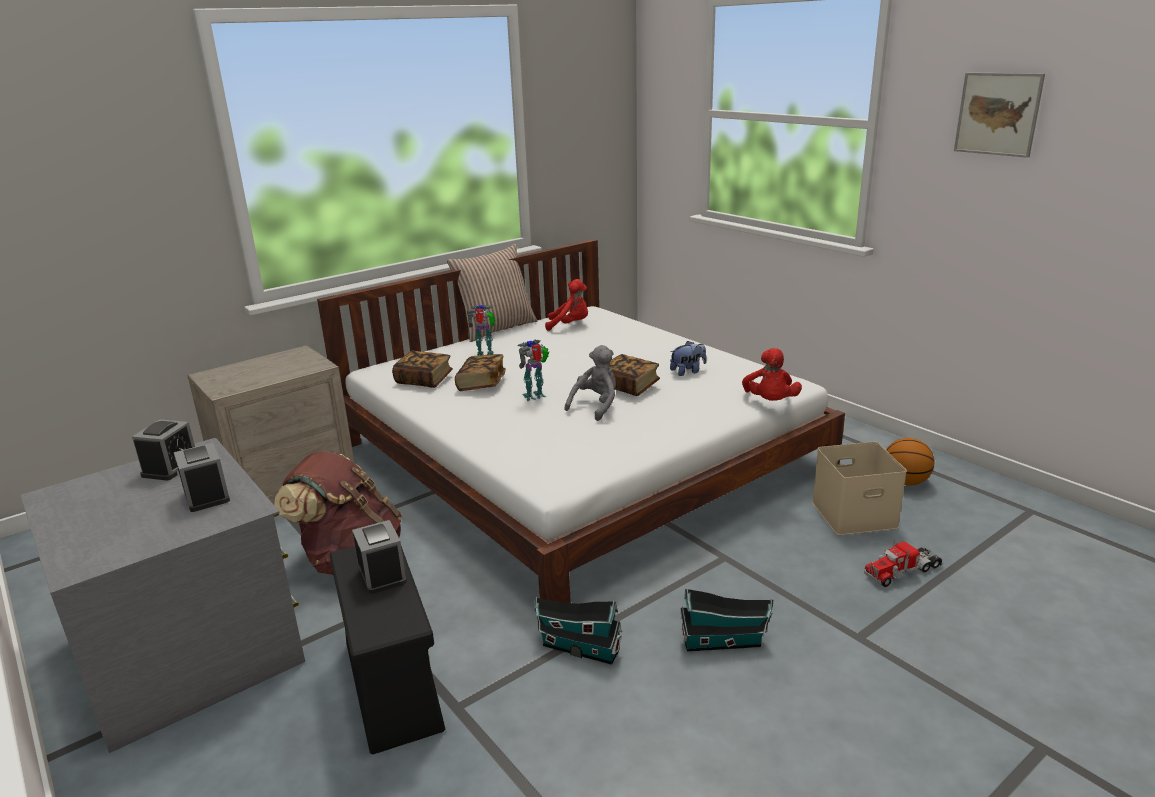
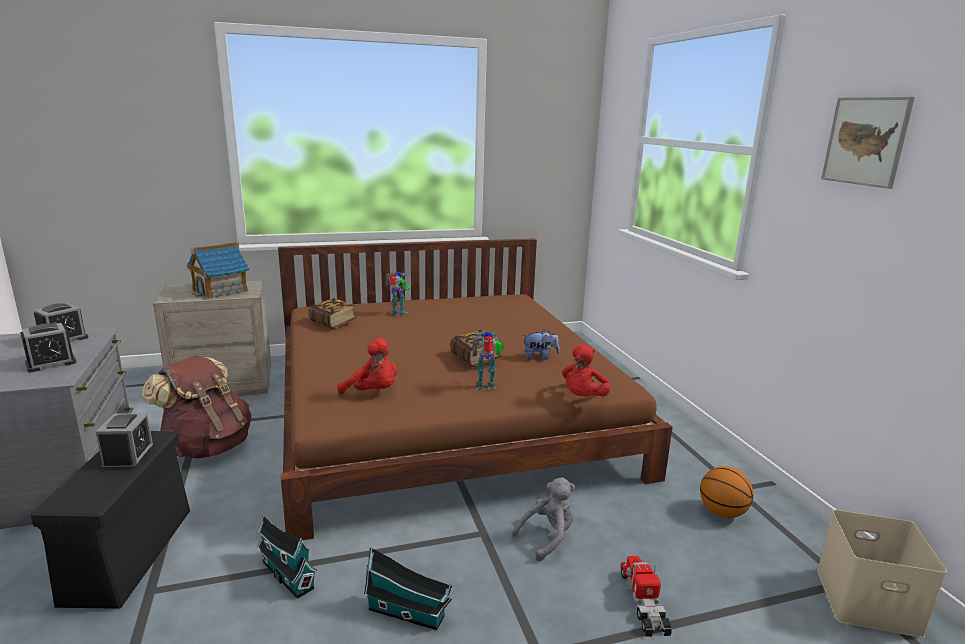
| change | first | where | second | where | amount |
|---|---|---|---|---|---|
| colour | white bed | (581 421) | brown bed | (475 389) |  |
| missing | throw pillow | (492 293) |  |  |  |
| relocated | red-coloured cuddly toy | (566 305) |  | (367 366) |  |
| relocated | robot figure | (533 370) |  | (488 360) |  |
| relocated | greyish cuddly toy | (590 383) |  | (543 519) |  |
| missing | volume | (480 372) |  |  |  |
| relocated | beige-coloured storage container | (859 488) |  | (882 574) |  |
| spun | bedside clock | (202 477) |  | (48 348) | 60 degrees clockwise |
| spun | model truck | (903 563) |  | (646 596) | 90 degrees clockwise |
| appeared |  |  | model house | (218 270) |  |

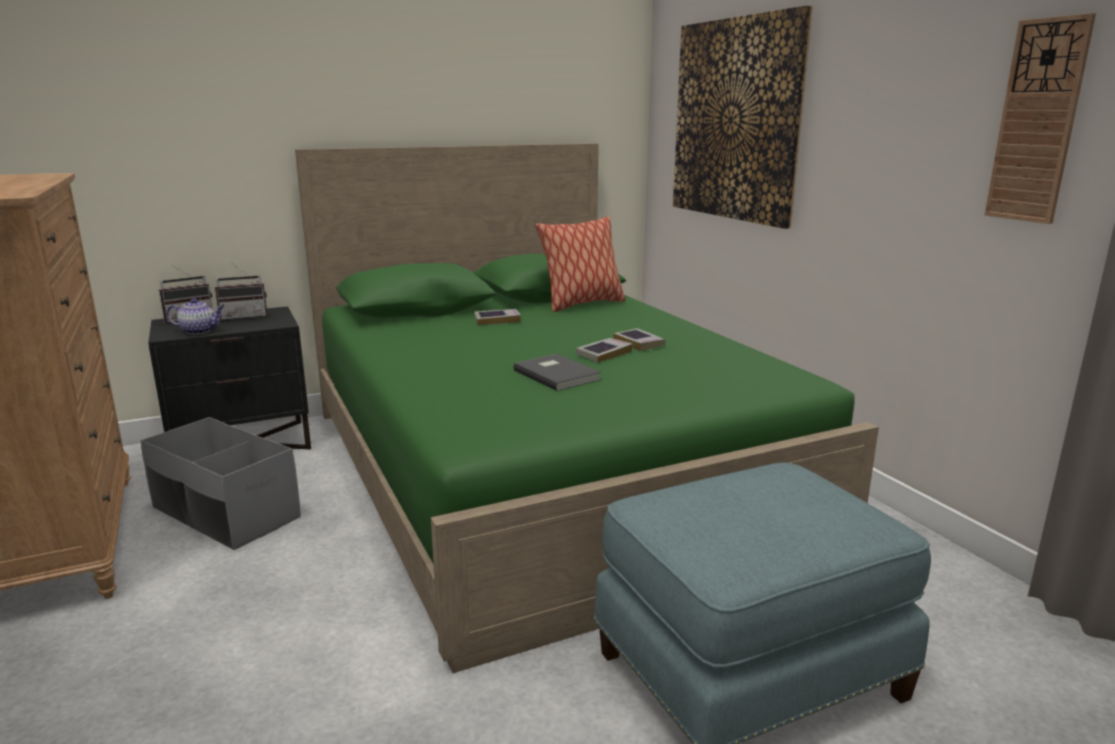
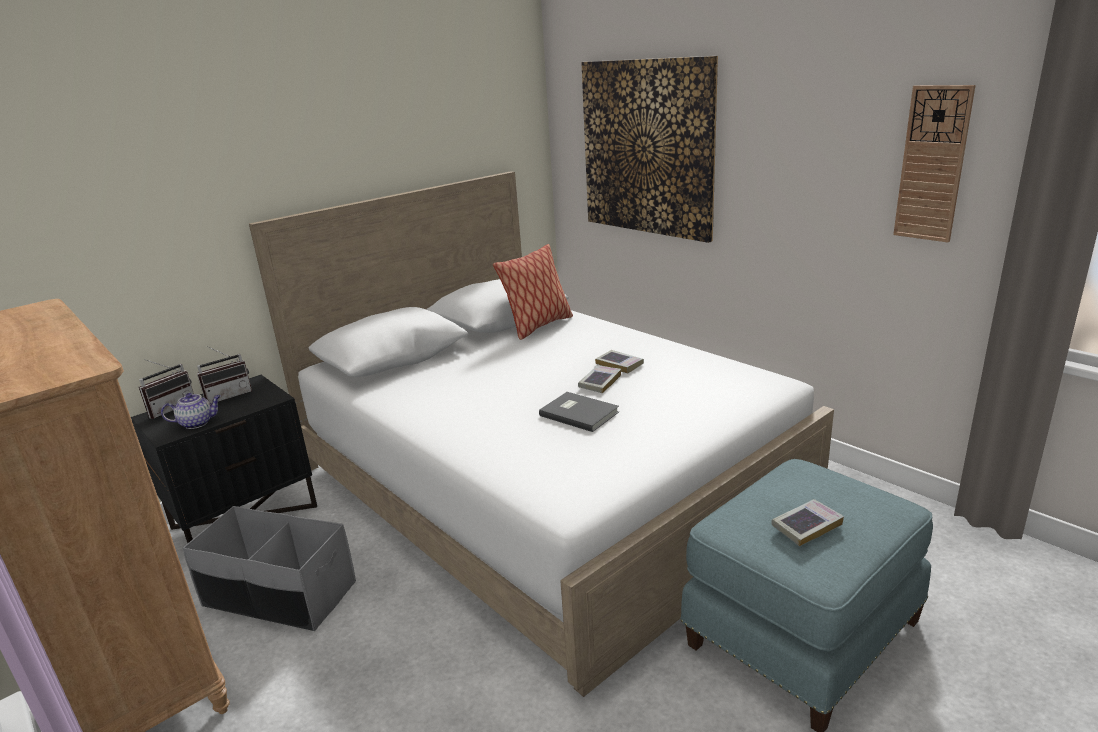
| change | first | where | second | where | amount |
|---|---|---|---|---|---|
| colour | green bed | (587 408) | white bed | (541 434) |  |
| relocated | volume | (497 317) |  | (807 522) |  |

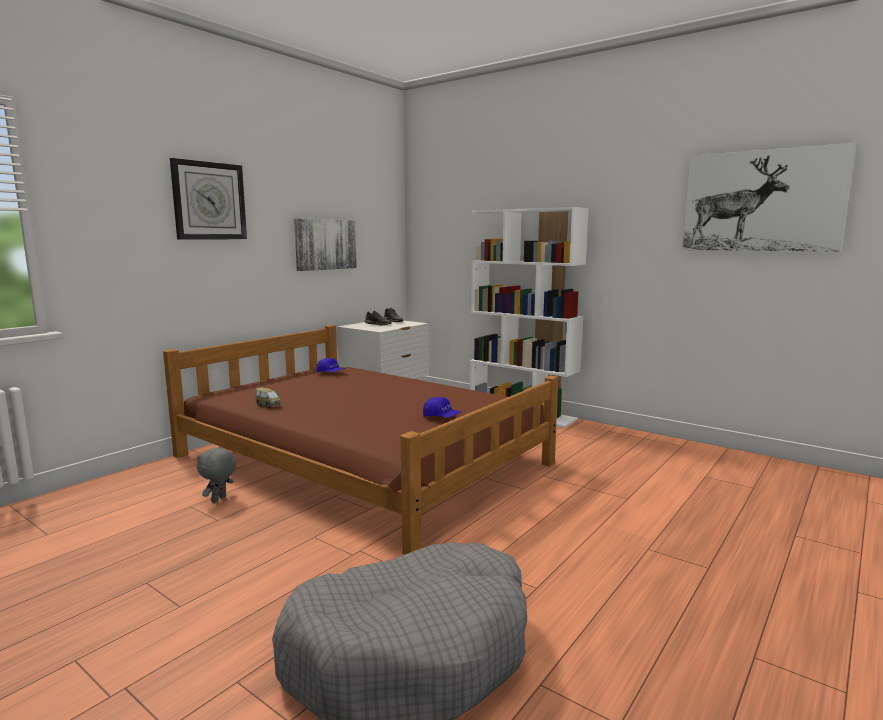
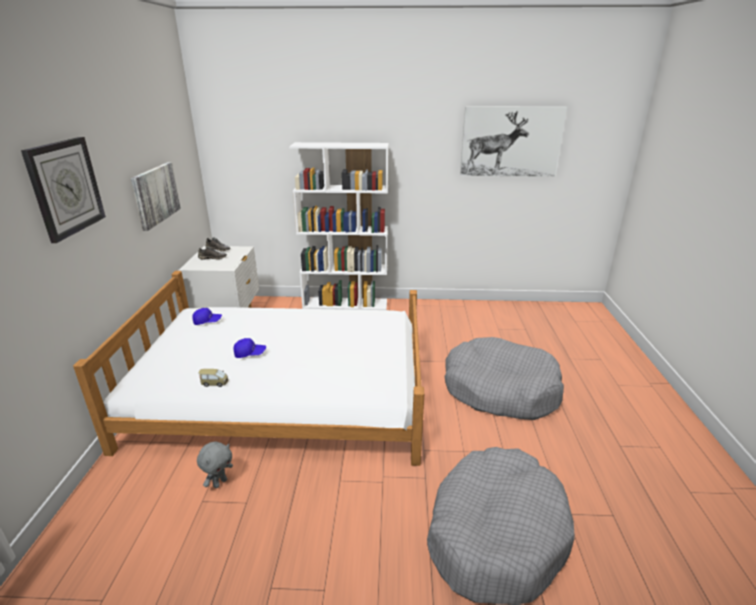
| change | first | where | second | where | amount |
|---|---|---|---|---|---|
| colour | brown bed | (360 440) | white bed | (248 368) |  |
| relocated | blue cap | (442 407) |  | (250 348) |  |
| spun | greyish cuddly toy | (216 474) |  | (215 465) | 135 degrees counterclockwise |
| appeared |  |  | greyish pet bed | (504 378) |  |

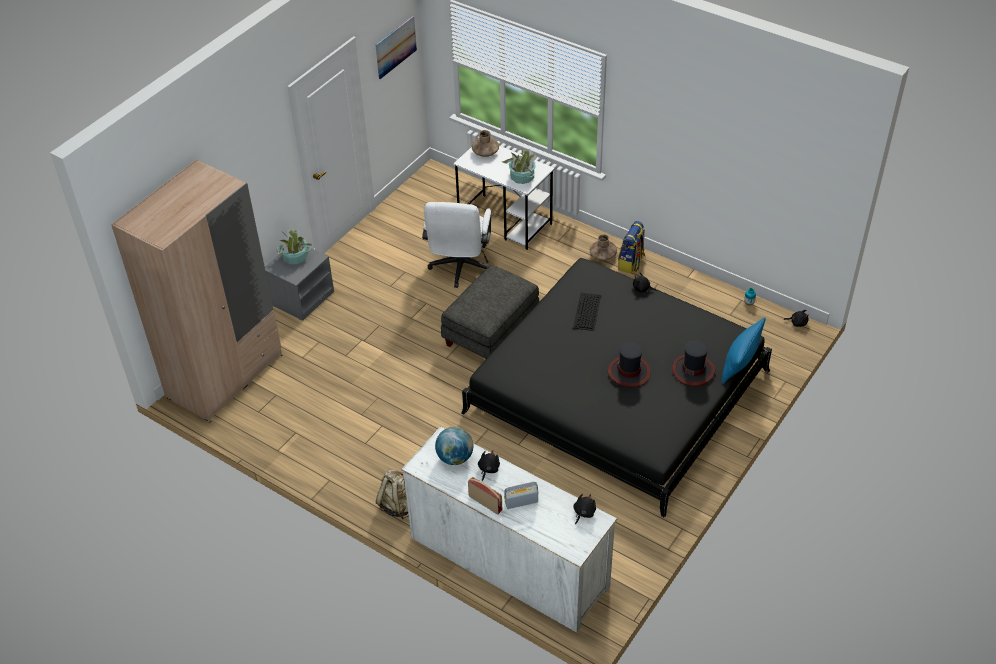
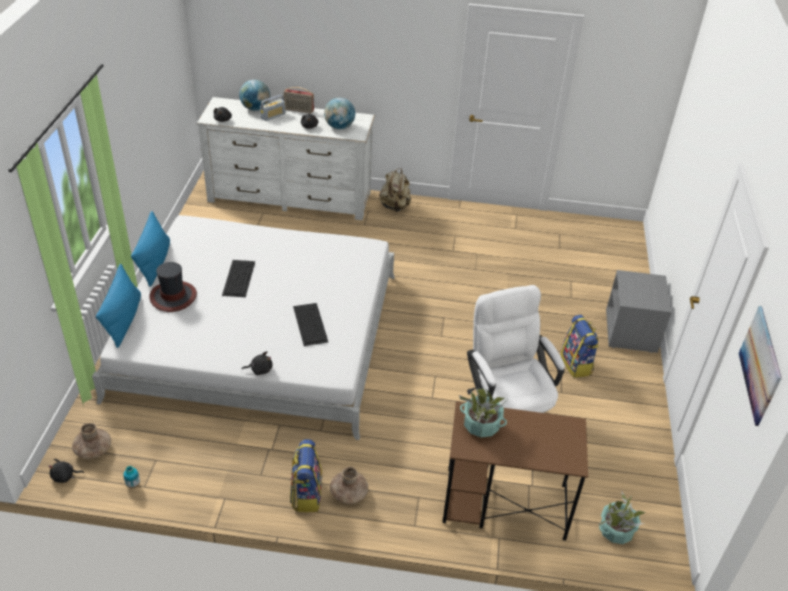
| change | first | where | second | where | amount |
|---|---|---|---|---|---|
| relocated | brown decorative vase | (485 143) |  | (91 441) |  |
| colour | white desk | (504 198) | brown desk | (515 470) |  |
| missing | beige-coloured clothes cupboard | (196 290) |  |  |  |
| relocated | houseplant | (294 247) |  | (622 517) |  |
| colour | black bed | (616 388) | white bed | (243 327) |  |
| missing | greyish ottoman | (490 312) |  |  |  |
| exchanged | wearable hat | (629 364) | PC keyboard | (238 278) |  |
| appeared |  |  | globe | (254 95) |  |
| appeared |  |  | blue throw pillow | (150 249) |  |
| appeared |  |  | backpack | (580 346) |  |

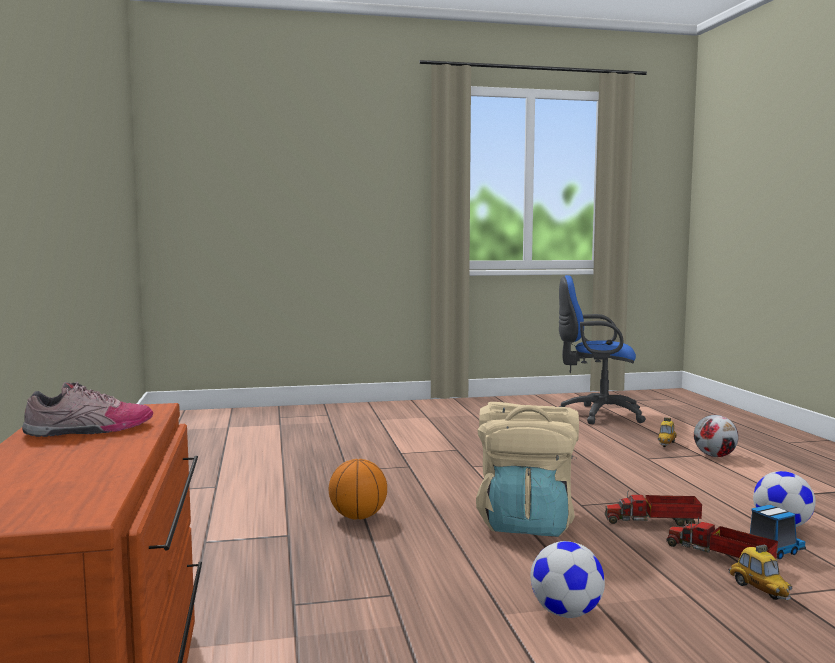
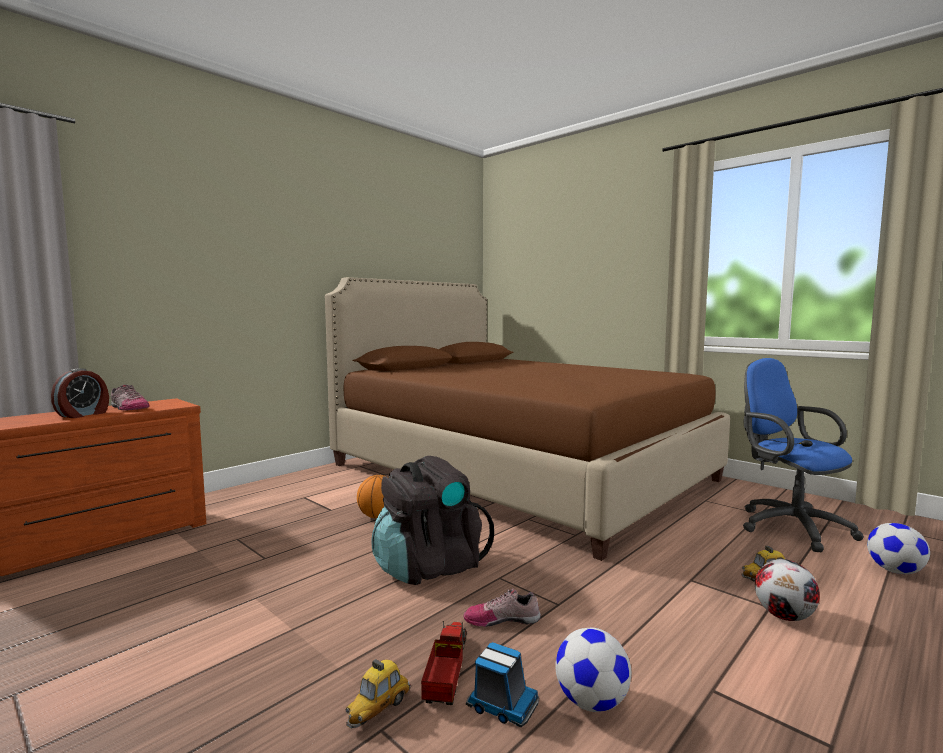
| change | first | where | second | where | amount |
|---|---|---|---|---|---|
| colour | beige-coloured backpack | (527 469) | black backpack | (432 520) |  |
| exchanged | model truck | (653 508) | item of footwear | (502 607) |  |
| relocated | football | (567 579) |  | (898 548) |  |
| appeared |  |  | brown bed | (527 419) |  |
| appeared |  |  | bedside clock | (80 393) |  |

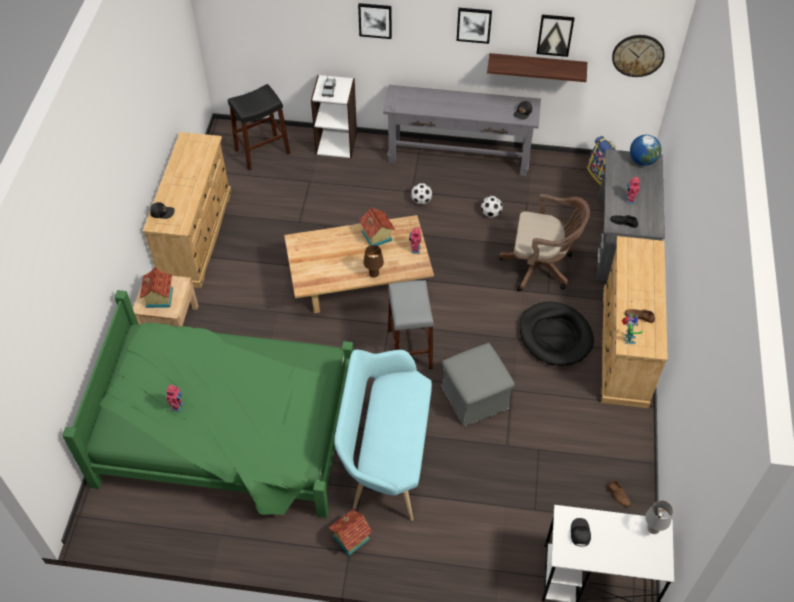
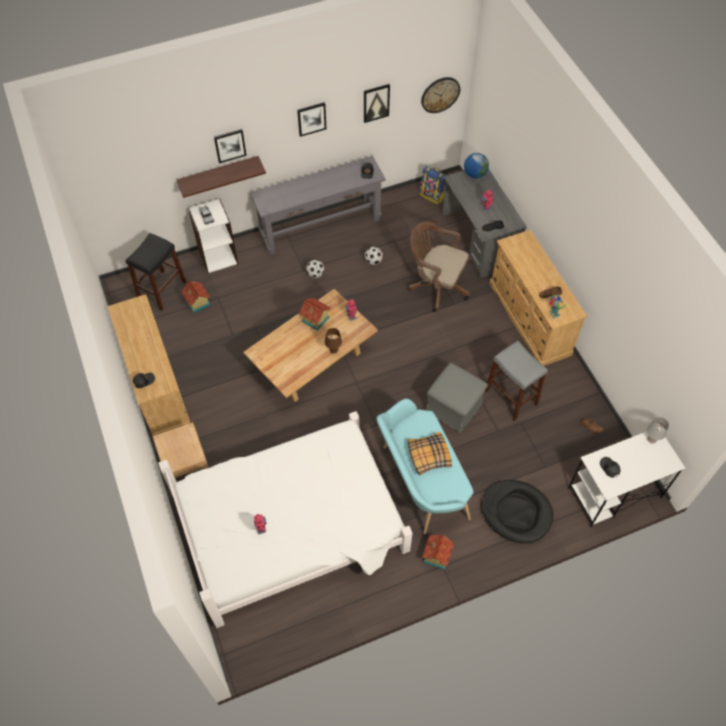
| change | first | where | second | where | amount |
|---|---|---|---|---|---|
| relocated | shelf | (537 67) |  | (221 177) |  |
| spun | brown computer chair | (544 242) |  | (439 266) | 135 degrees counterclockwise |
| relocated | model house | (156 287) |  | (195 296) |  |
| relocated | greyish stool | (411 325) |  | (516 381) |  |
| colour | green bed | (207 404) | white bed | (285 519) |  |
| relocated | black pet bed | (556 334) |  | (517 512) |  |
| appeared |  |  | throw pillow | (430 453) |  |

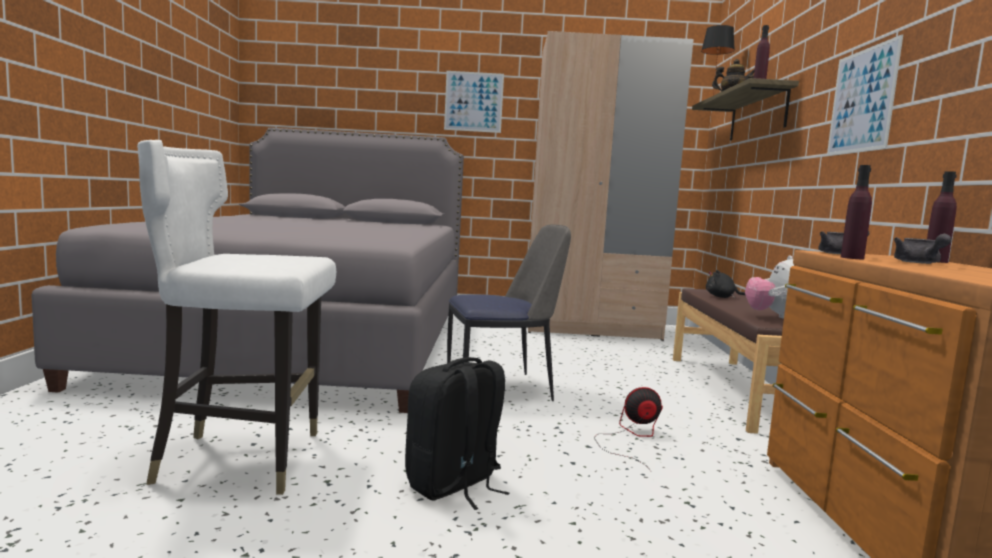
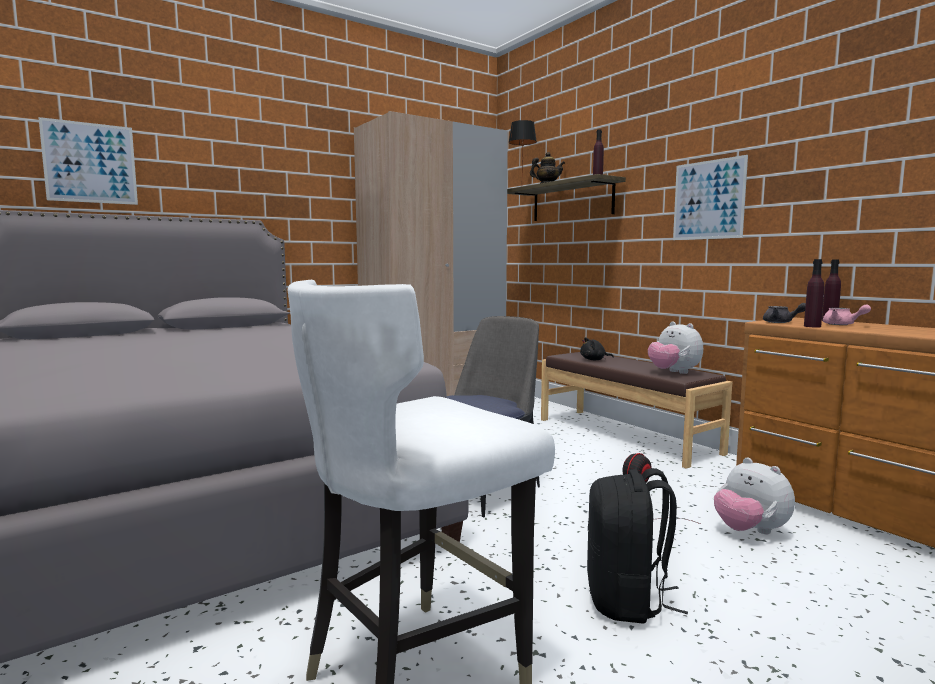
| change | first | where | second | where | amount |
|---|---|---|---|---|---|
| relocated | wall picture | (474 102) |  | (88 161) |  |
| colour | greyish pot for tea | (923 249) | pinkish pot for tea | (847 315) |  |
| appeared |  |  | cuddly toy | (754 496) |  |

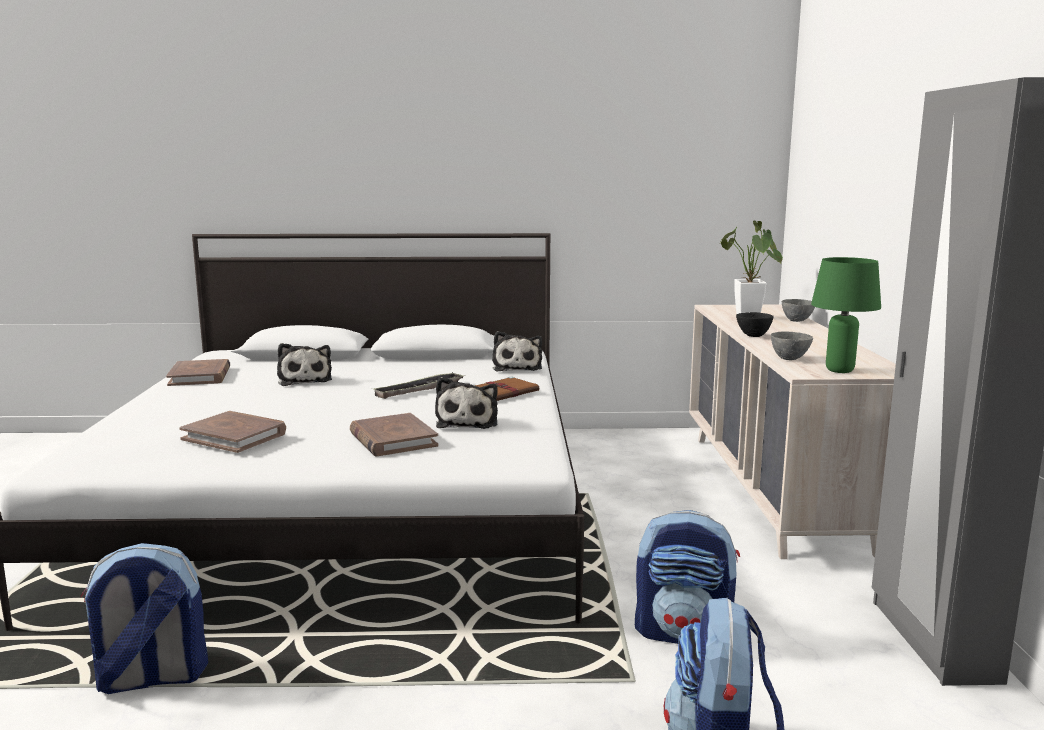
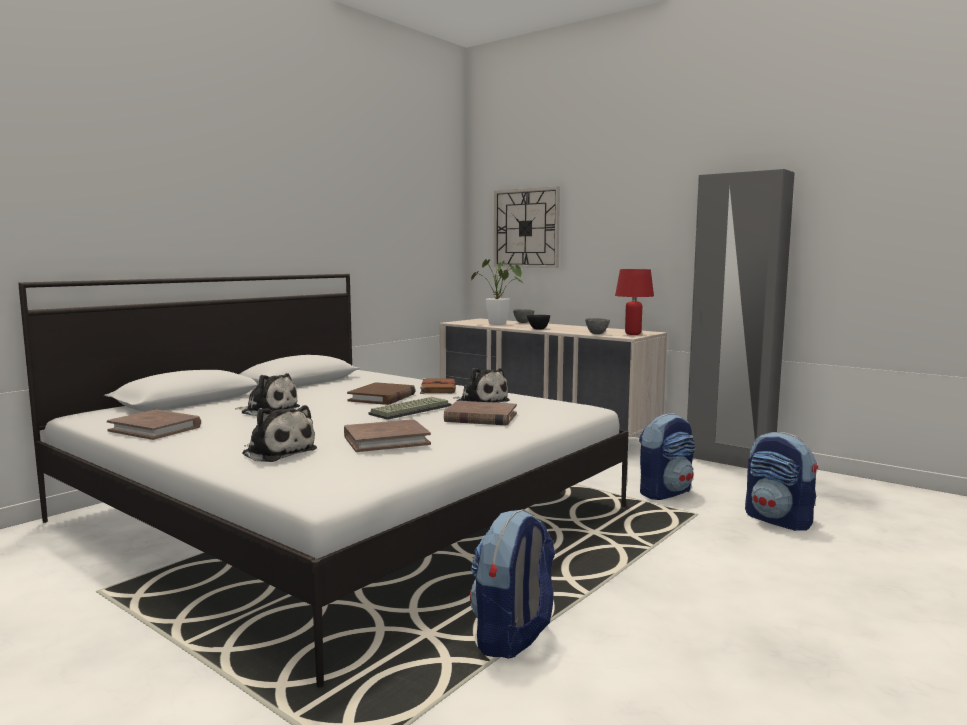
| change | first | where | second | where | amount |
|---|---|---|---|---|---|
| colour | green lamp for a table | (846 315) | red-coloured lamp for a table | (634 302) |  |
| relocated | cuddly toy | (517 351) |  | (279 433) |  |
| exchanged | serving tray | (418 385) | brown volume | (381 393) |  |
| appeared |  |  | hanging clock | (527 227) |  |
| appeared |  |  | PC keyboard | (410 408) |  |

